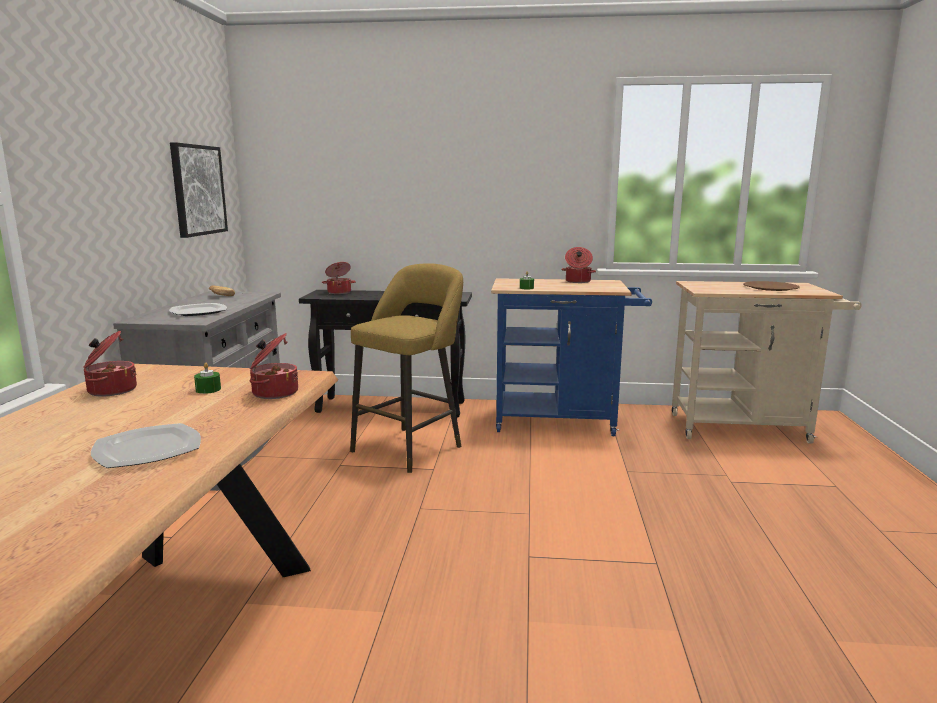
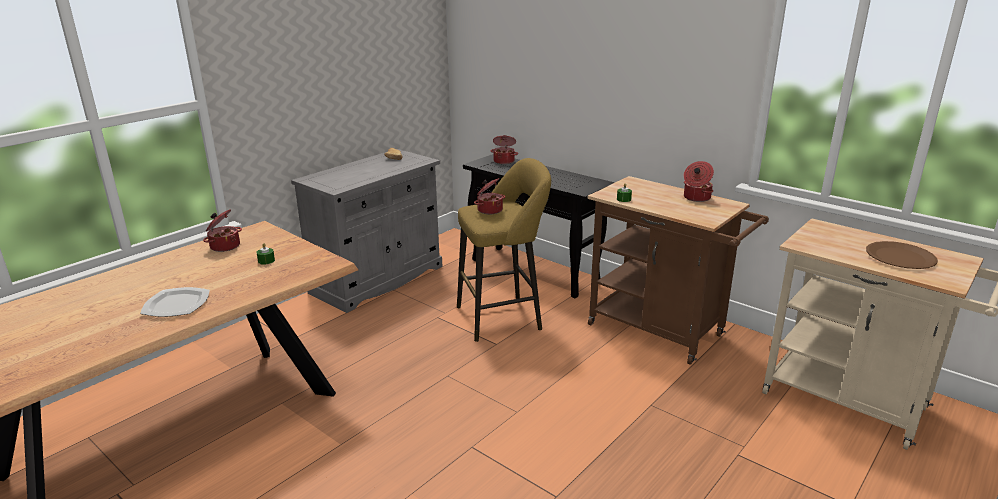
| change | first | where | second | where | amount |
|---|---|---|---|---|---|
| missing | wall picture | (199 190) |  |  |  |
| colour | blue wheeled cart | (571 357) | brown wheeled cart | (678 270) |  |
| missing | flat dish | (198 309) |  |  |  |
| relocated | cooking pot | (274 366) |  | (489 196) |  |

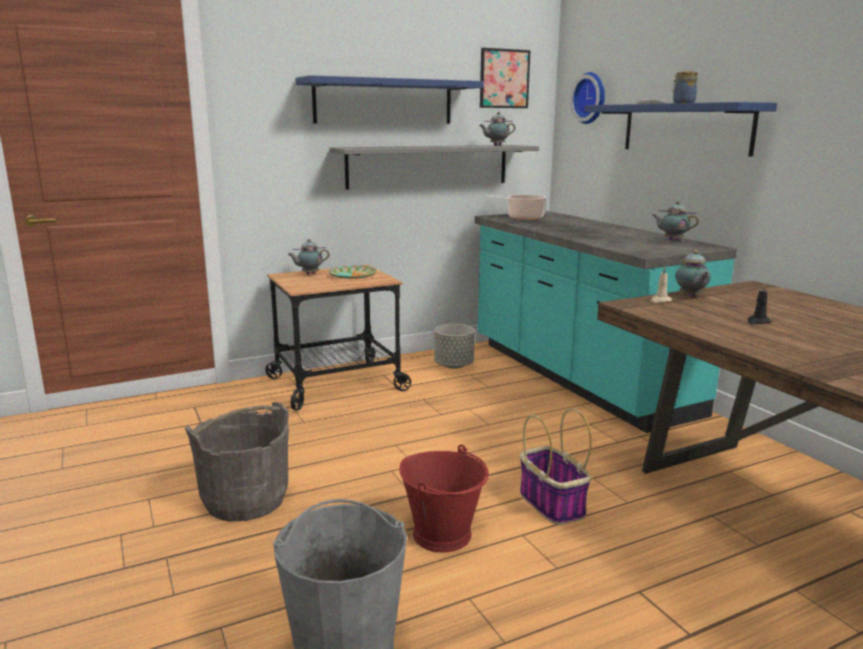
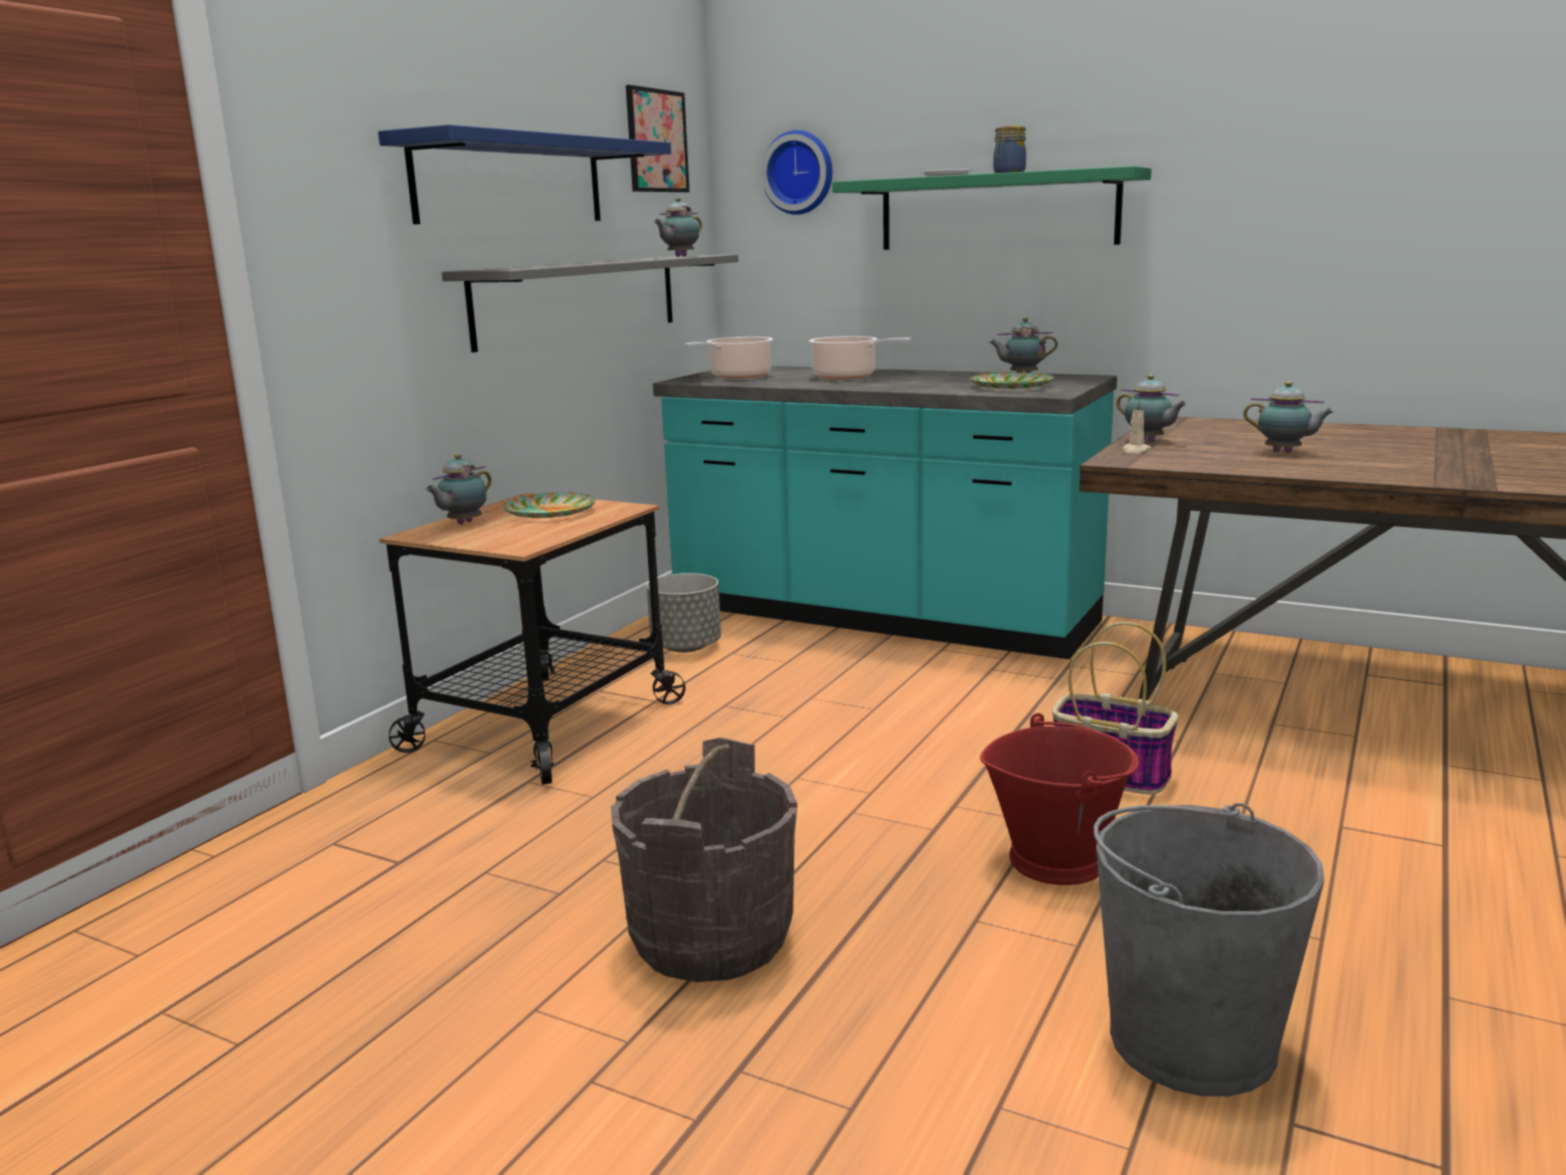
| change | first | where | second | where | amount |
|---|---|---|---|---|---|
| colour | blue shelf | (680 129) | green shelf | (991 208) |  |
| exchanged | black wax candle | (760 303) | pot for tea | (1288 417) |  |
| appeared |  |  | cooking pot | (860 358) |  |
| appeared |  |  | flat dish | (1012 380) |  |

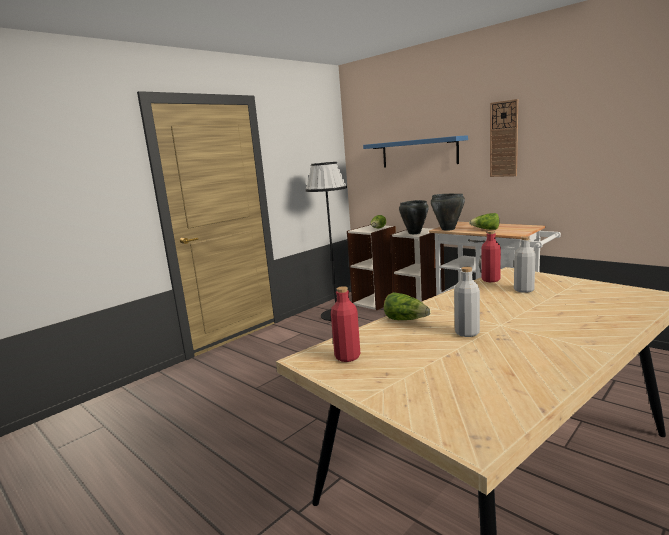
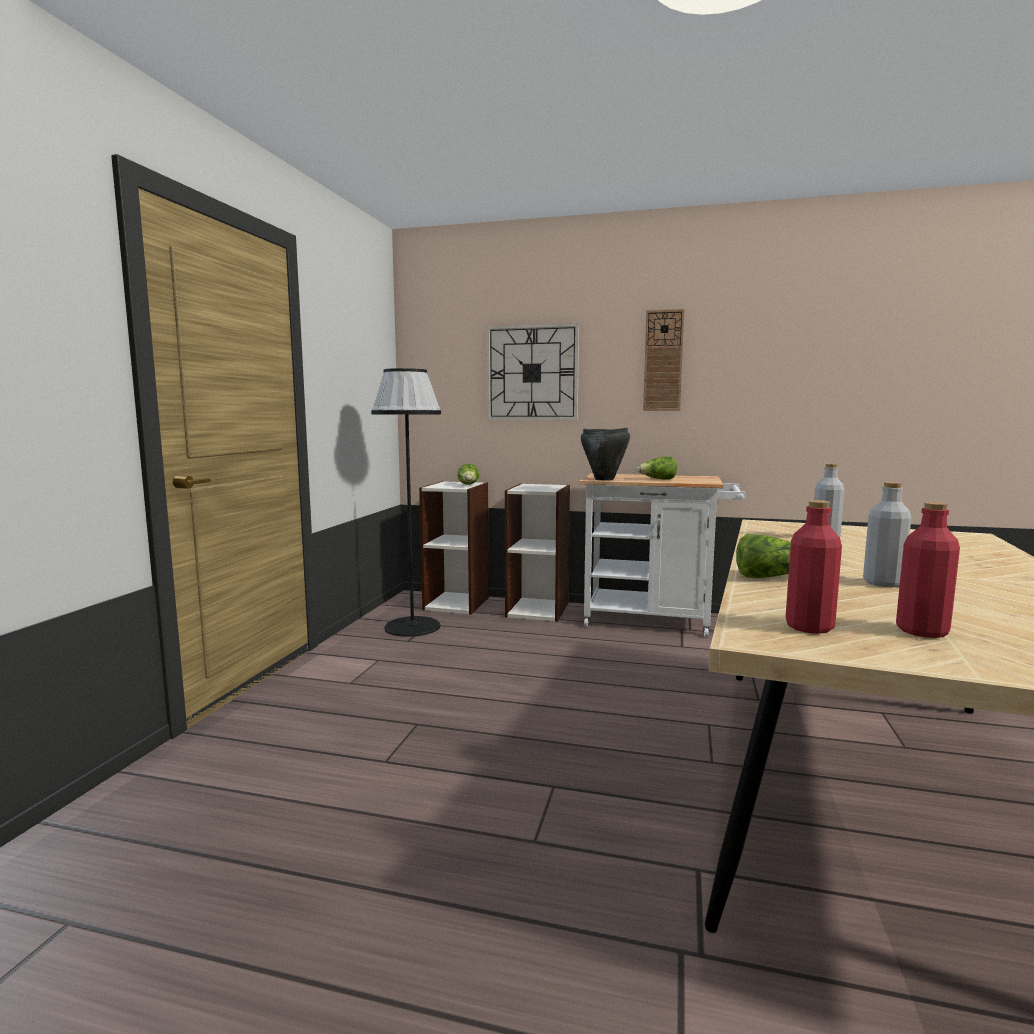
| change | first | where | second | where | amount |
|---|---|---|---|---|---|
| exchanged | blue shelf | (415 151) | hanging clock | (532 371) |  |
| missing | black cooking pot | (414 217) |  |  |  |
| relocated | red-coloured drink bottle | (491 256) |  | (928 570) |  |

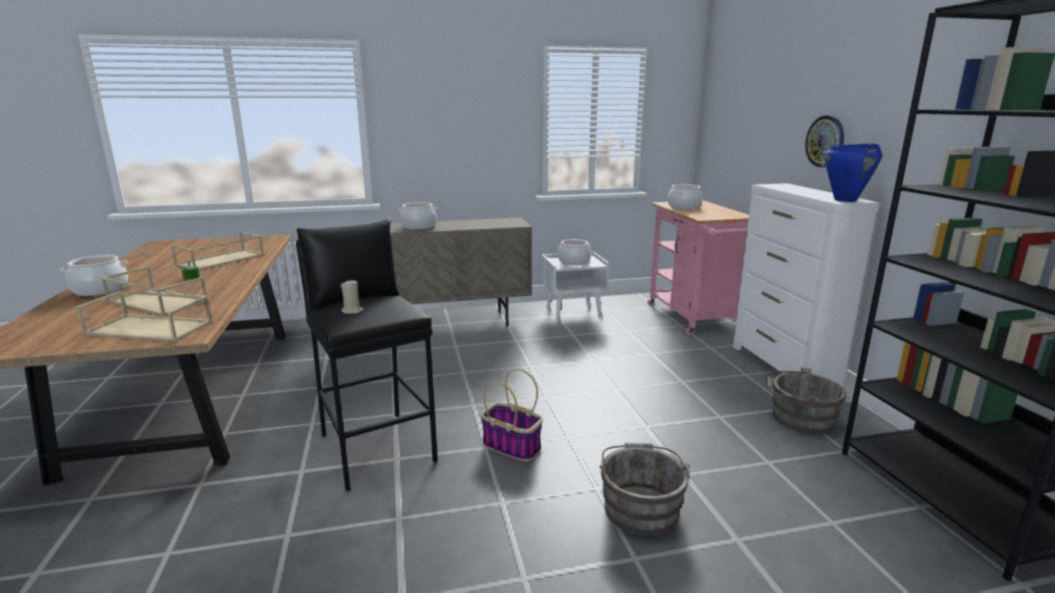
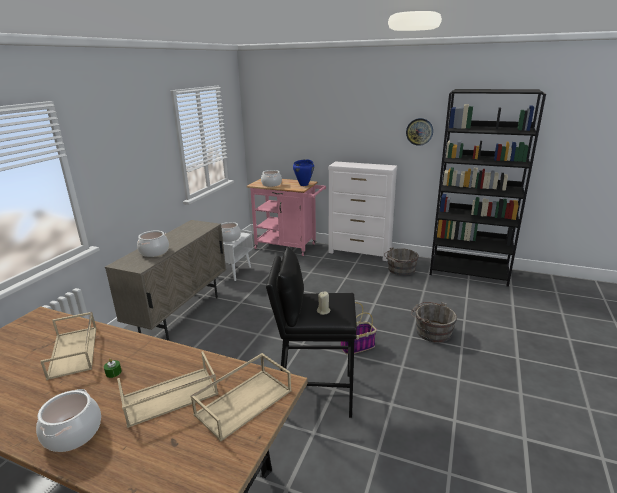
| change | first | where | second | where | amount |
|---|---|---|---|---|---|
| relocated | hanging clock | (824 141) |  | (419 132) |  |
| relocated | blue cooking pot | (853 173) |  | (303 172) |  |

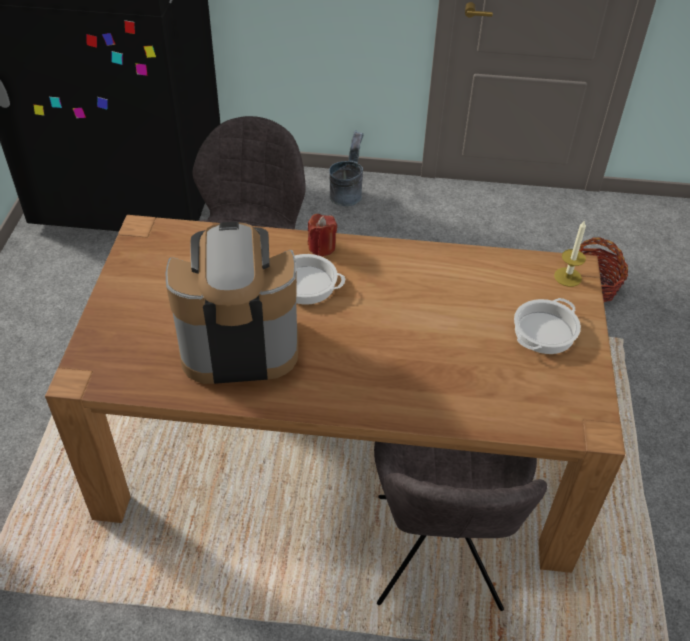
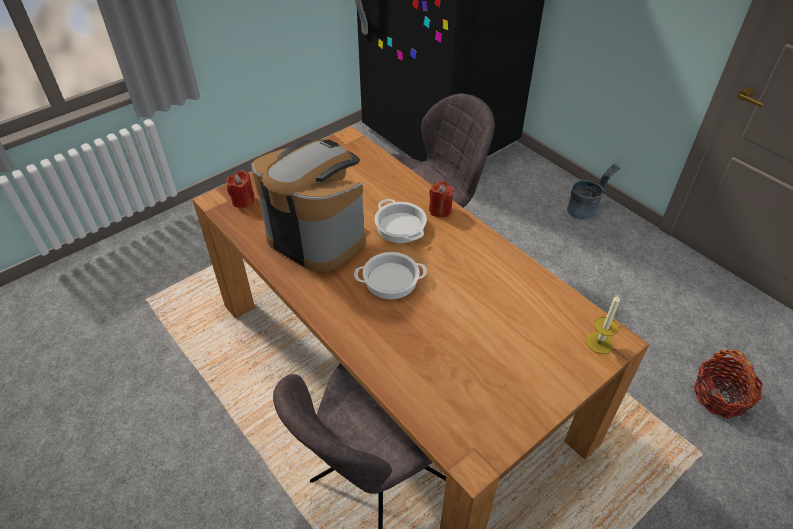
| change | first | where | second | where | amount |
|---|---|---|---|---|---|
| relocated | cooking pot | (547 326) |  | (390 275) |  |
| appeared |  |  | red-coloured wax candle | (240 189) |  |

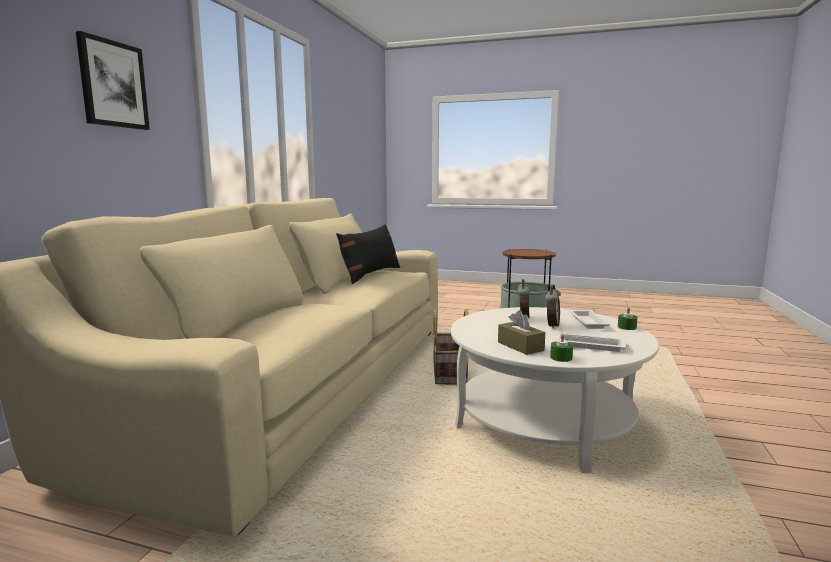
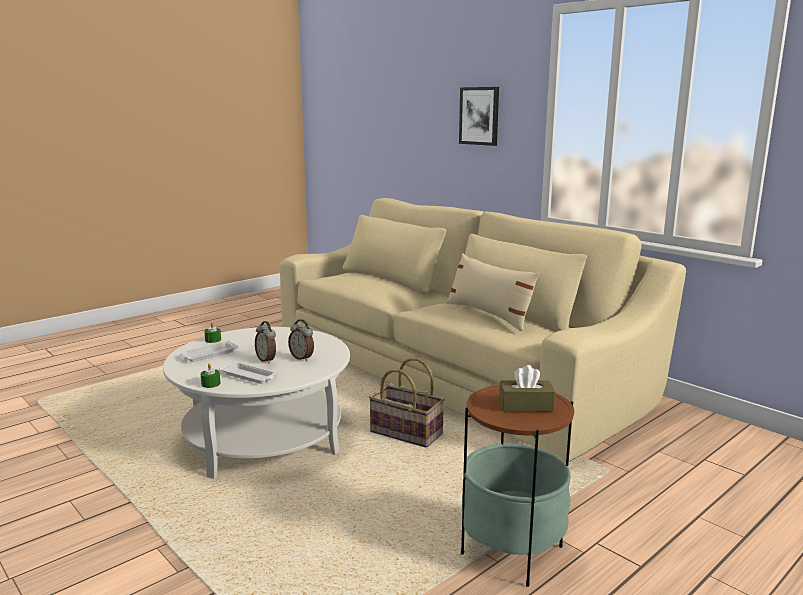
| change | first | where | second | where | amount |
|---|---|---|---|---|---|
| colour | black throw pillow | (368 254) | beige-coloured throw pillow | (493 292) |  |
| relocated | brown tissue holder | (521 332) |  | (527 388) |  |

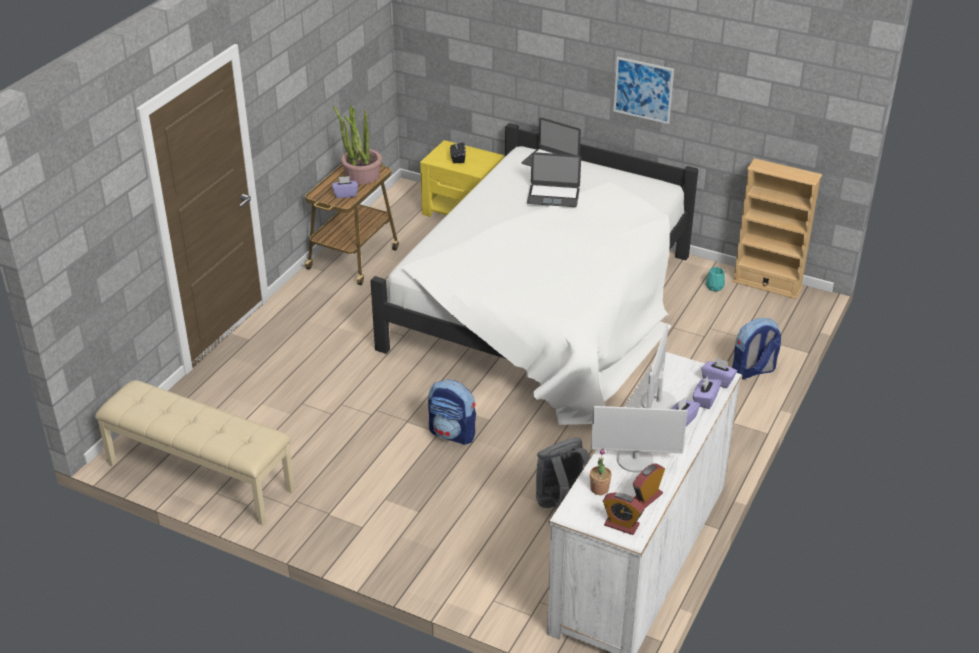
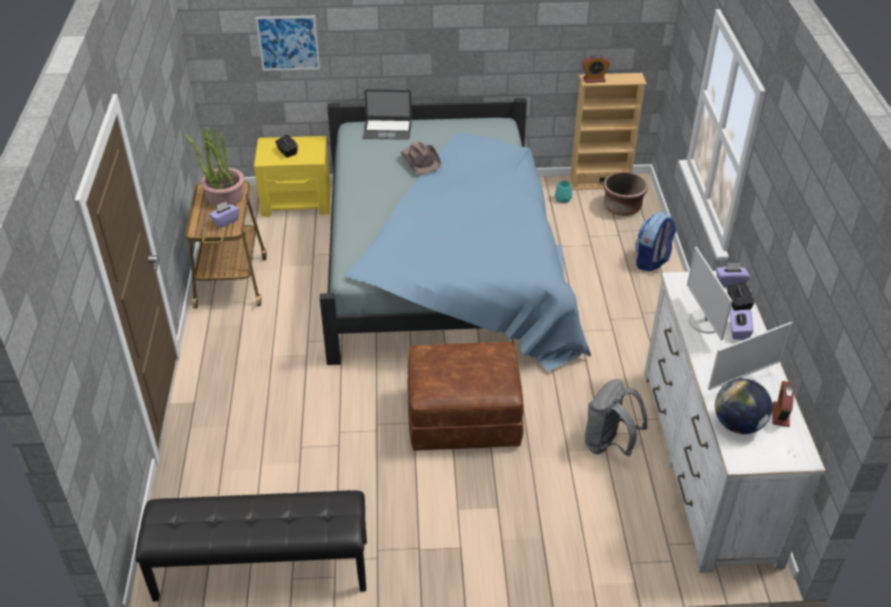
| change | first | where | second | where | amount |
|---|---|---|---|---|---|
| relocated | wall picture | (644 90) |  | (288 43) |  |
| colour | white bed | (534 274) | blue bed | (455 234) |  |
| exchanged | notebook computer | (554 179) | brown wearable hat | (421 157) |  |
| colour | purple-coloured tissue holder | (707 392) | black tissue holder | (741 296) |  |
| colour | beige-coloured bench | (195 452) | black bench | (251 546) |  |
| exchanged | backpack | (452 412) | brown ottoman | (466 396) |  |
| exchanged | houseplant | (601 471) | globe | (743 406) |  |
| relocated | bedside clock | (623 513) |  | (596 69) |  |
| appeared |  |  | brown flower pot | (625 194) |  |

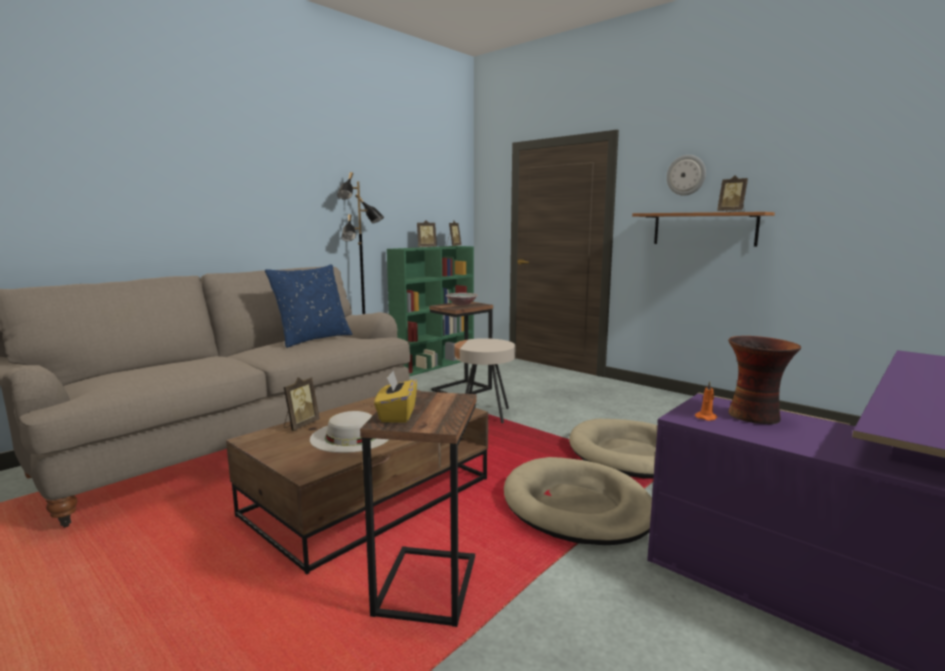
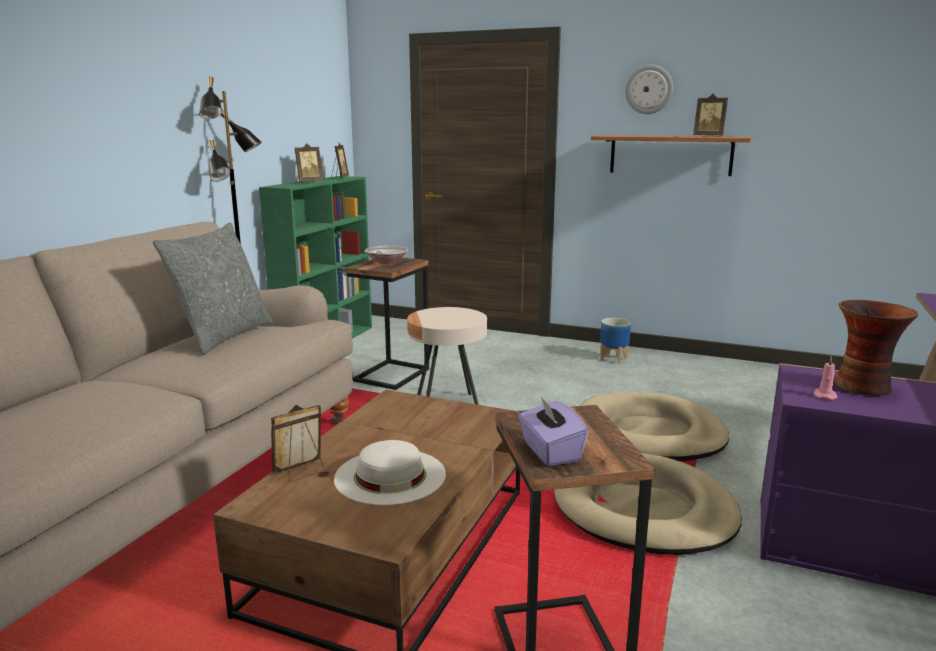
| change | first | where | second | where | amount |
|---|---|---|---|---|---|
| colour | blue throw pillow | (308 306) | greyish throw pillow | (212 288) |  |
| colour | yellow-coloured tissue holder | (395 397) | purple-coloured tissue holder | (553 430) |  |
| spun | photo frame | (302 404) |  | (298 443) | 135 degrees counterclockwise |
| colour | orangey wax candle | (706 401) | pinkish wax candle | (826 378) |  |
| appeared |  |  | flower pot | (615 341) |  |

